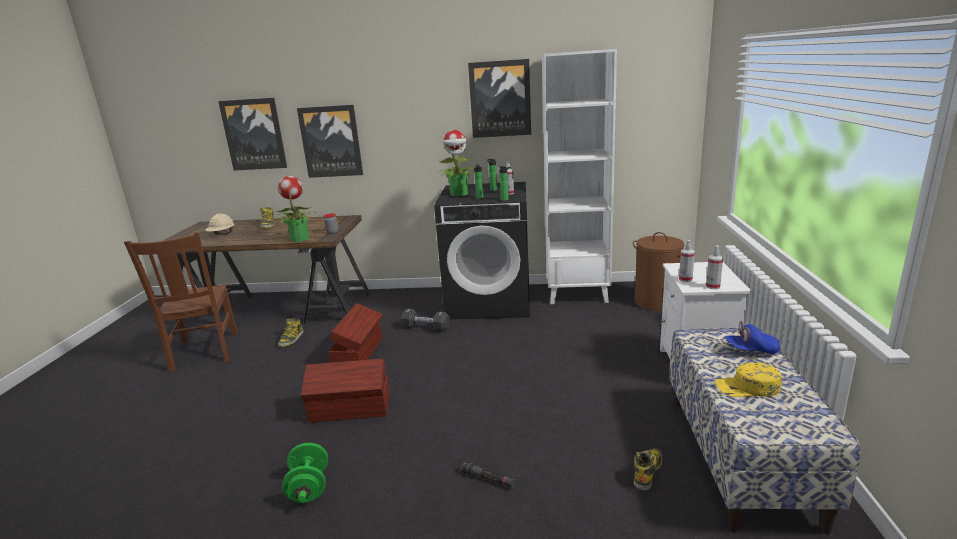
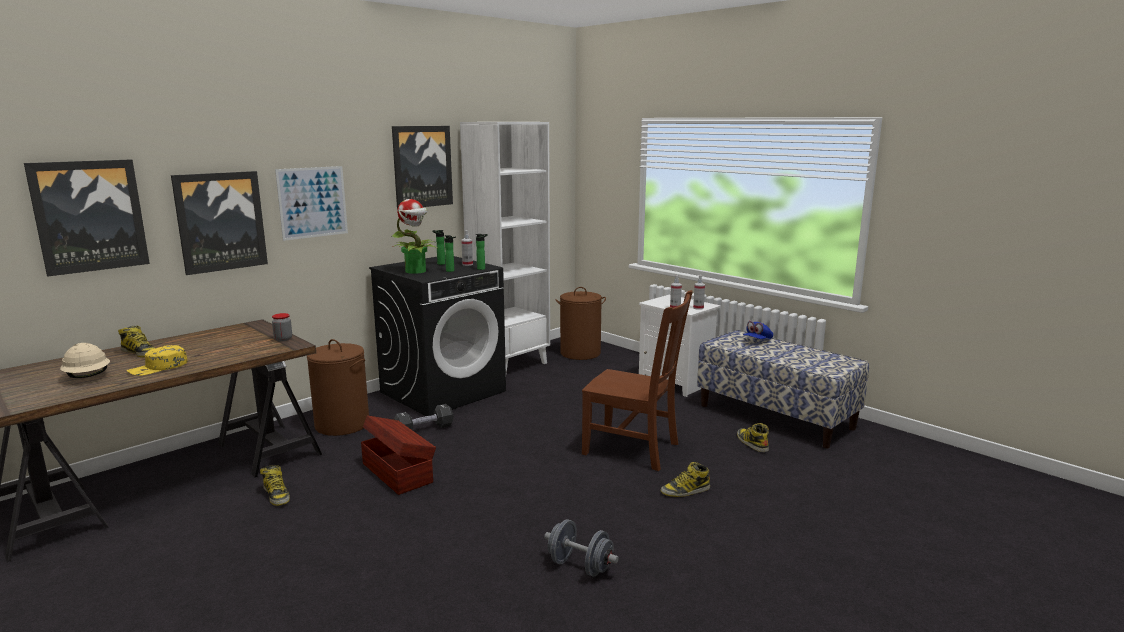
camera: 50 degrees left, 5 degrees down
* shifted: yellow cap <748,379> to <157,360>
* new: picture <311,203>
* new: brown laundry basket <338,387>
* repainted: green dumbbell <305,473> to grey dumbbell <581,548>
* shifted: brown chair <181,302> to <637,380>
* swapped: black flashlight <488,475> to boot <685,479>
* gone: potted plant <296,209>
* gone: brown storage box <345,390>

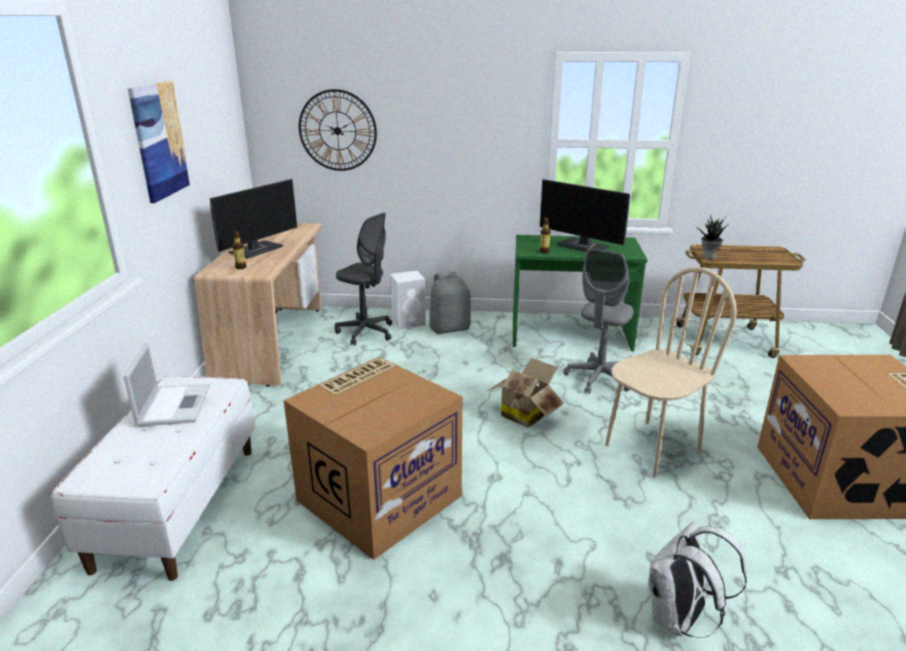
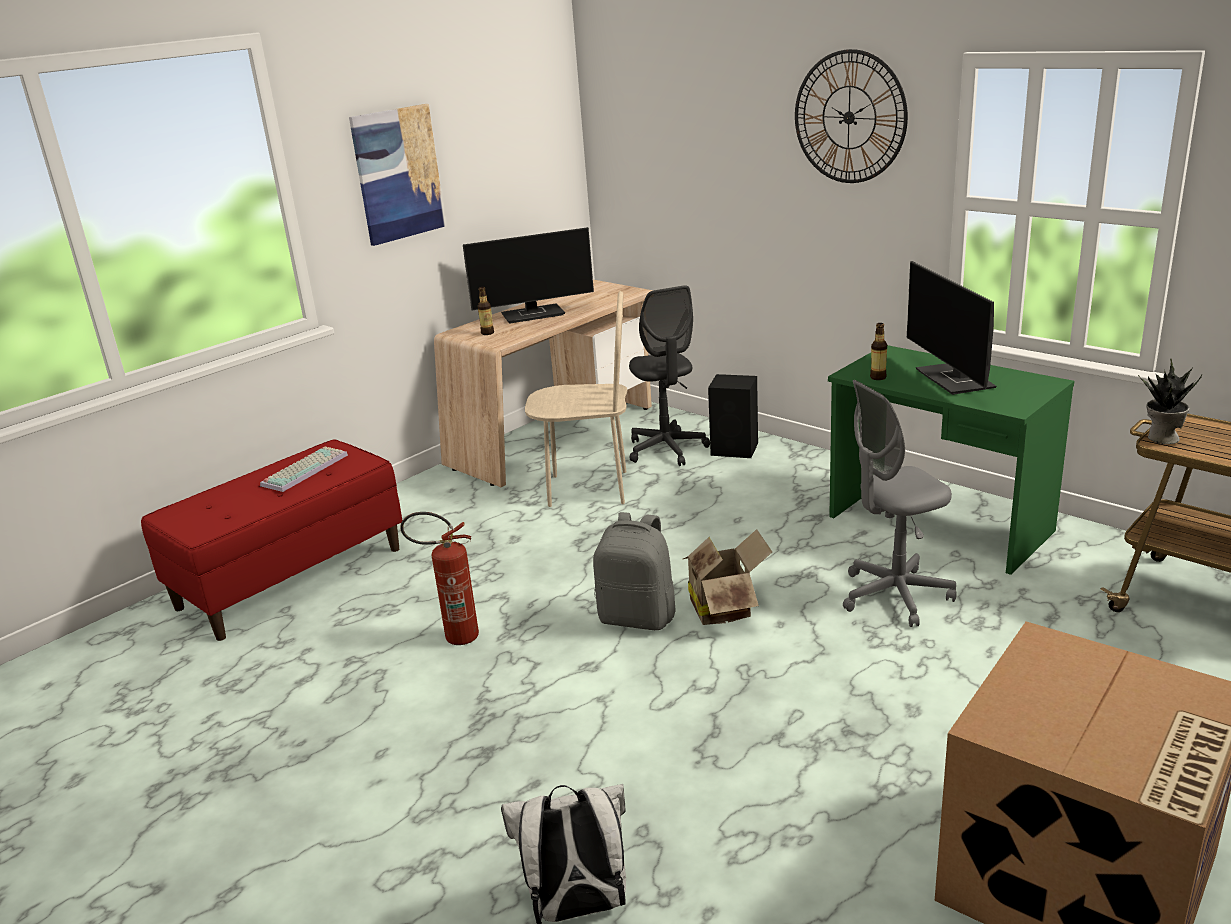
camera: 40 degrees right, 0 degrees up
* repainted: white bench <153,478> to red bench <272,540>
* swapped: laptop <167,384> to keyboard <304,469>
* swapped: cardboard box <373,458> to fire extinguisher <439,578>
* shifted: beige chair <671,371> to <576,399>
* shifted: grey backpack <450,303> to <634,571>
* repainted: white speaker <408,300> to black speaker <733,416>
* shifted: wall clock <338,130> to <851,116>

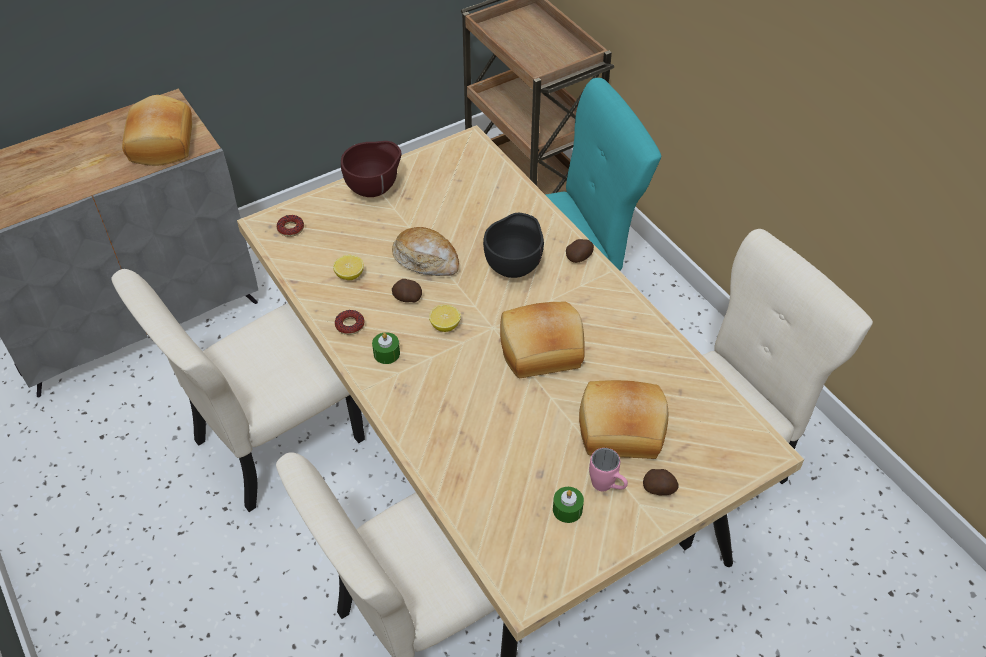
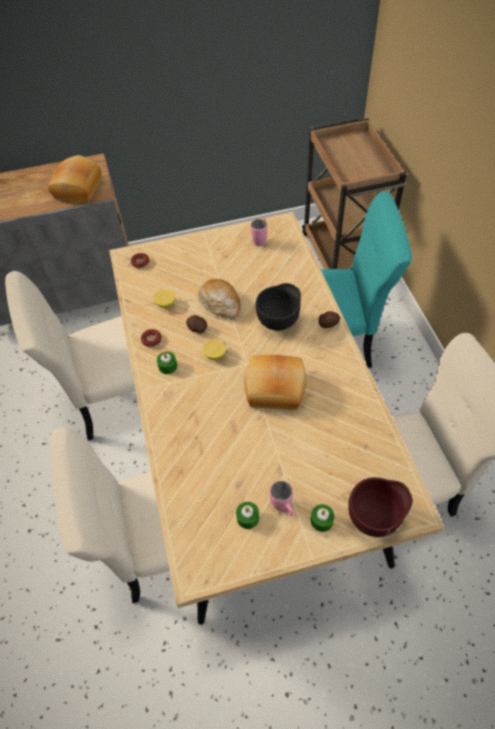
camera: 20 degrees right, 5 degrees up
* new: pink mug <259,232>
* swapped: potato <661,482> to green candle <322,518>
* shifted: brown bowl <371,169> to <380,507>
* gone: bread <623,419>

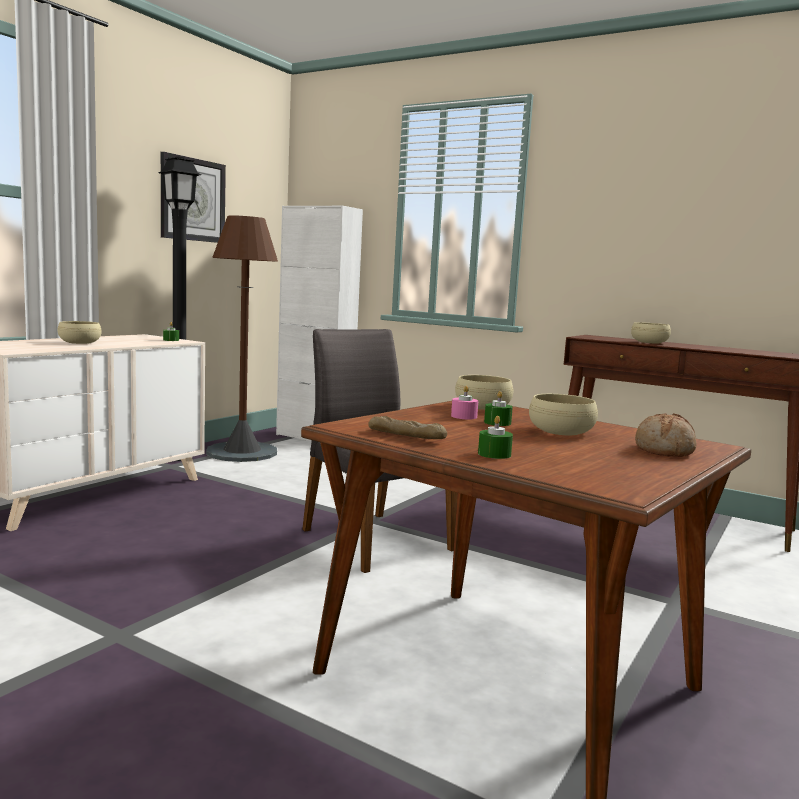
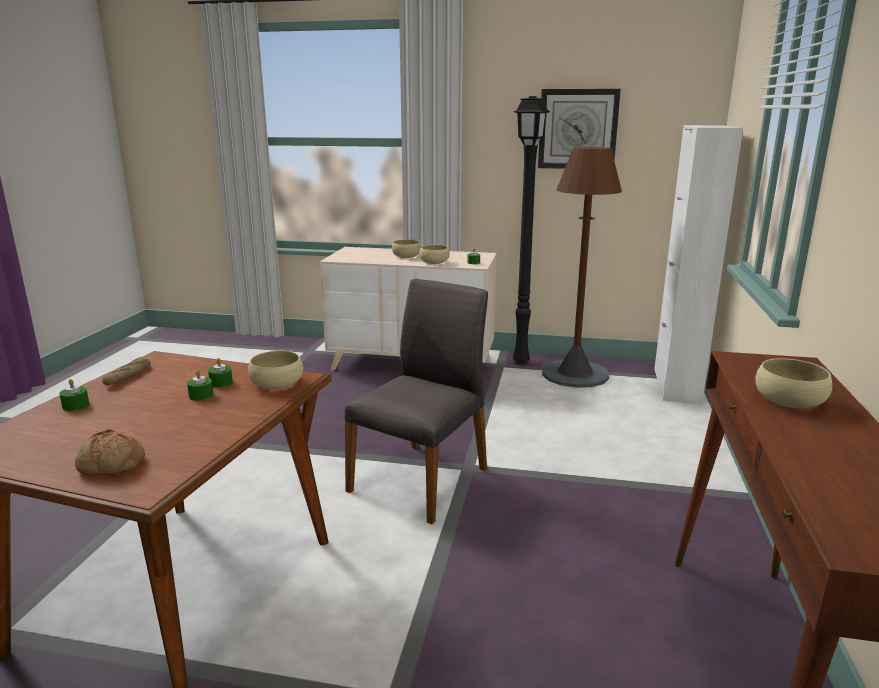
camera: 70 degrees right, 10 degrees up
* repainted: pink candle <464,402> to green candle <220,372>
* shifted: beige bowl <563,414> to <434,254>

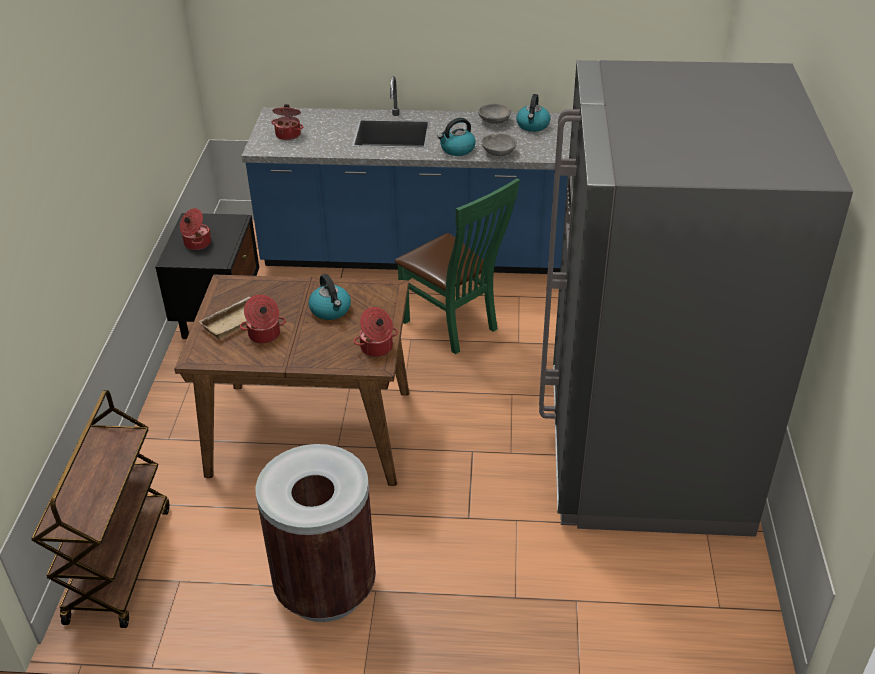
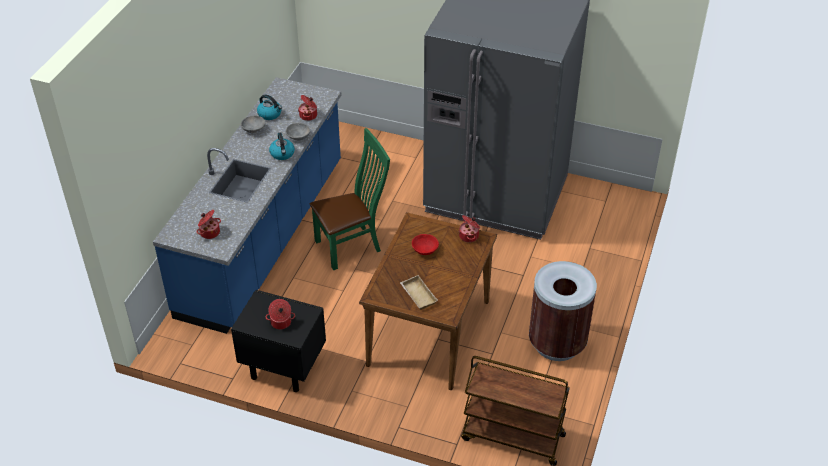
camera: 75 degrees left, 5 degrees up
* shifted: cooking pot <263,319> to <307,108>
* swapped: kettle <330,297> to red bowl <425,244>

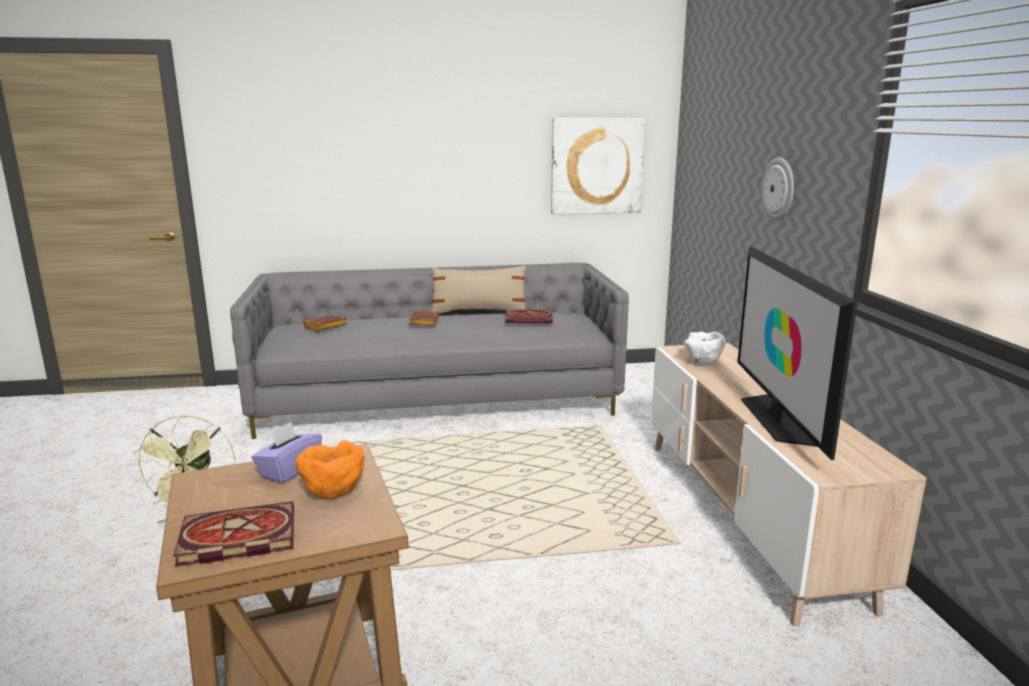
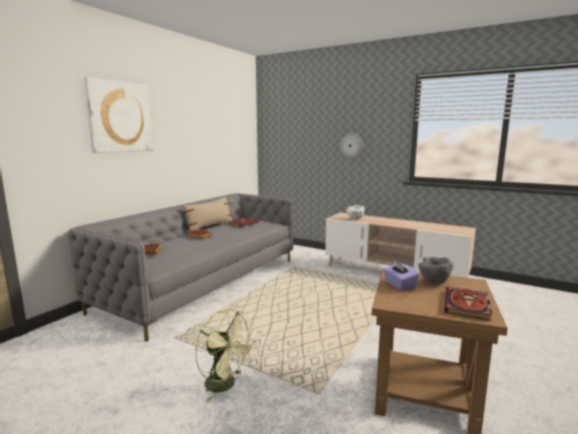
camera: 50 degrees left, 5 degrees down
* shifted: picture <598,166> to <118,115>
* repainted: orange bowl <330,469> to grey bowl <436,270>
* gone: television <797,353>

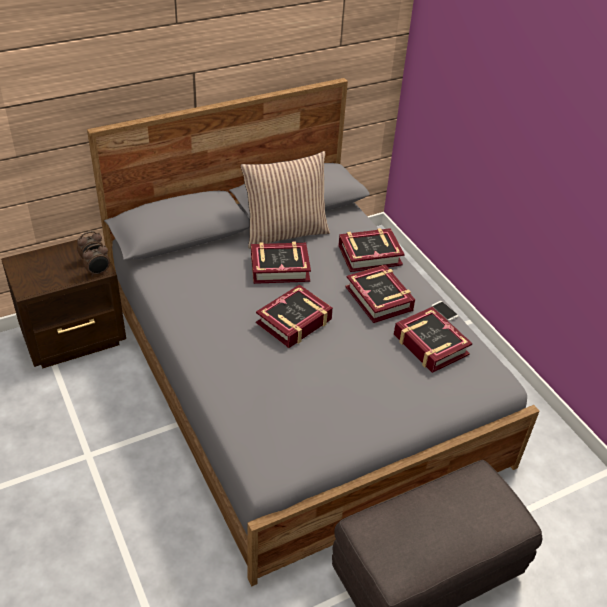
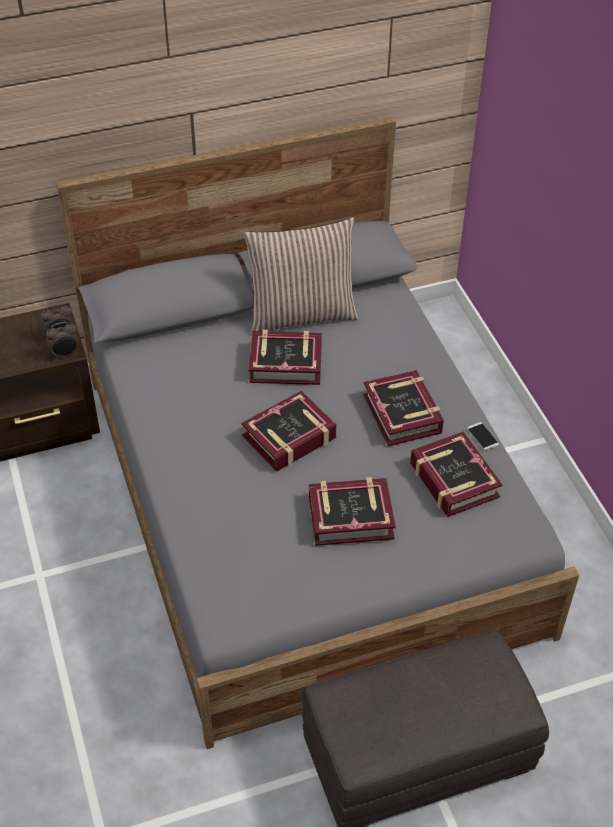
camera: 10 degrees right, 5 degrees up
* shifted: book <371,250> to <352,511>

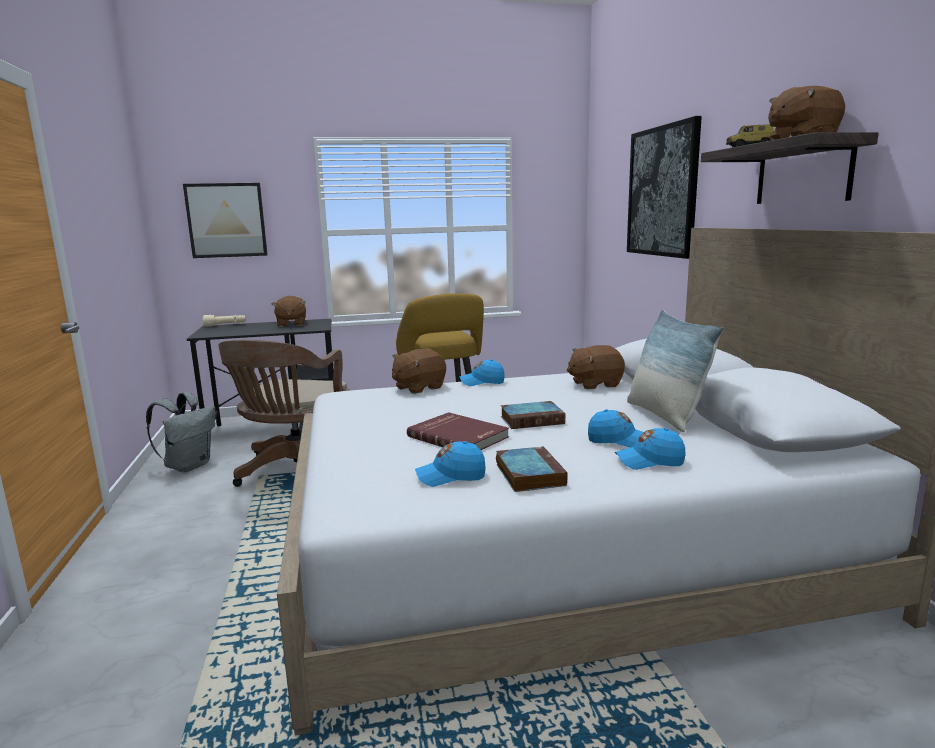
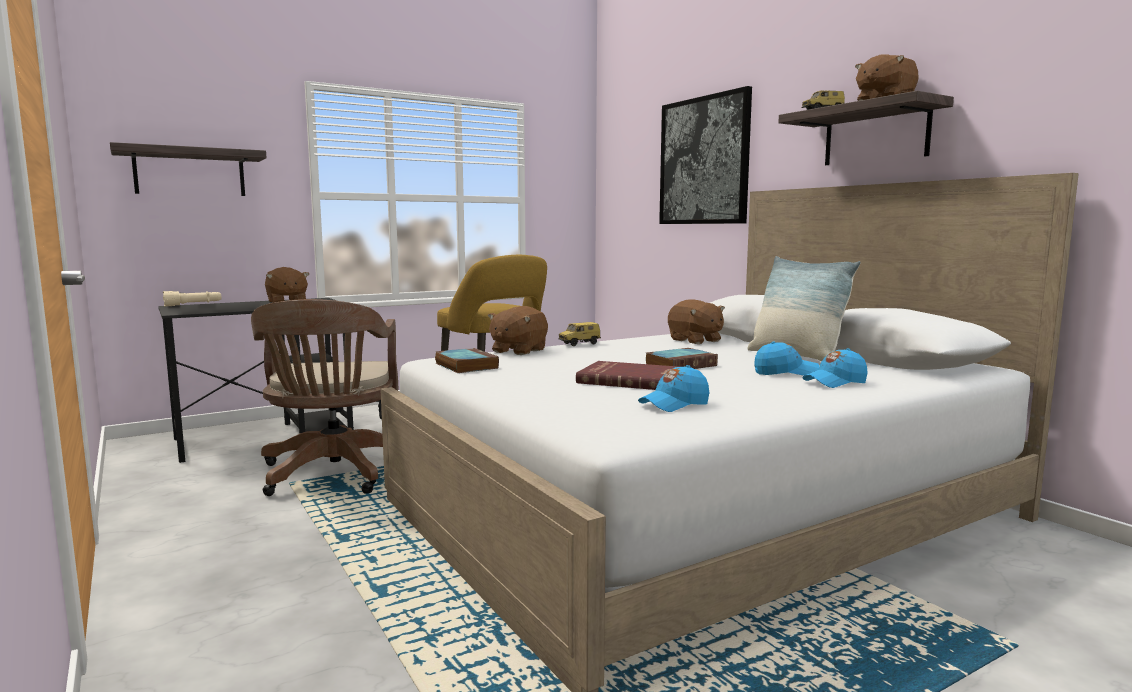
camera: 20 degrees left, 5 degrees down
* swapped: picture <225,220> to shelf <188,169>
* shifted: book <532,469> to <467,360>
* swapped: blue cap <481,372> to toy car <579,334>
* rotated: brown plush toy <596,367> = <696,321> 90 degrees counterclockwise
* gone: grey backpack <180,432>

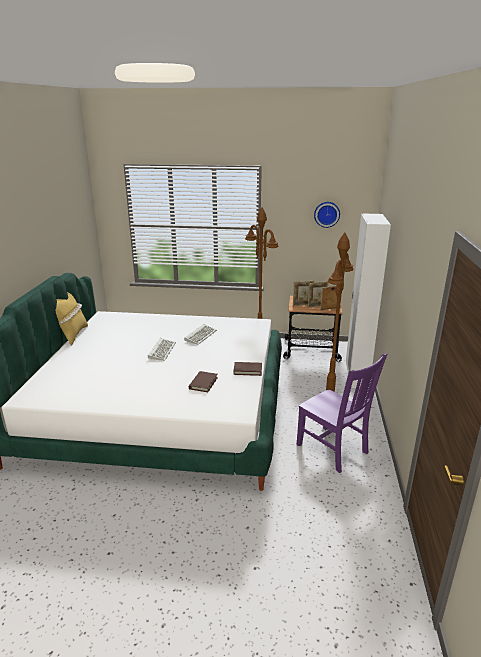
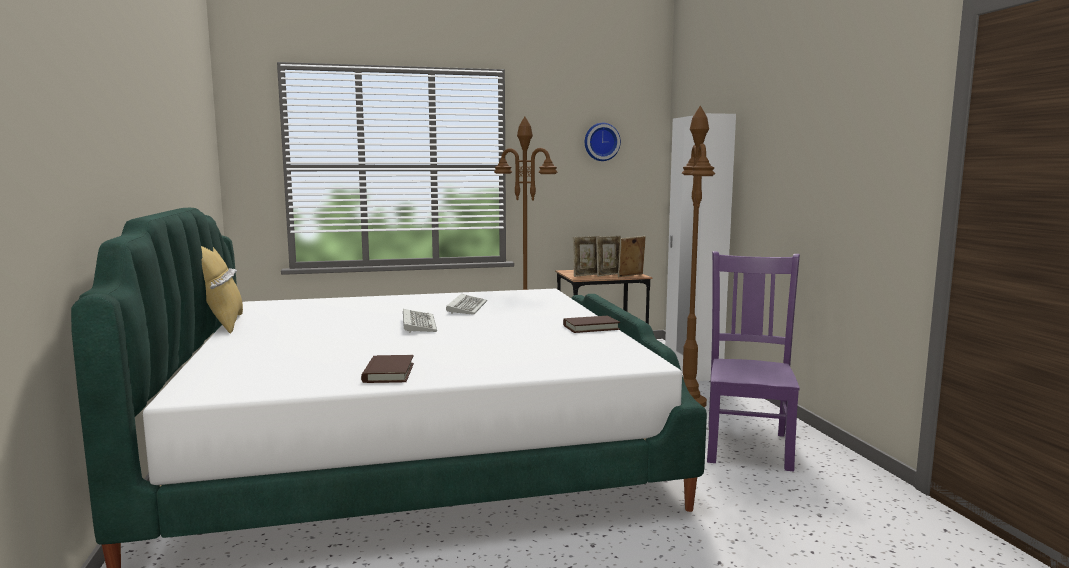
camera: 20 degrees left, 15 degrees down
* shifted: brown book <203,381> to <387,369>
* rotated: purple chair <341,413> = <753,361> 105 degrees counterclockwise

